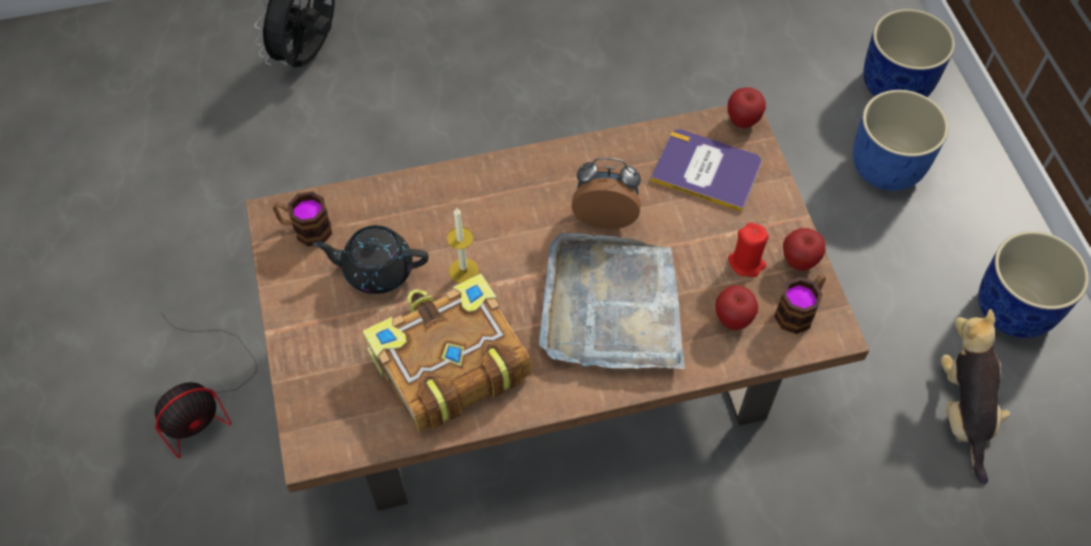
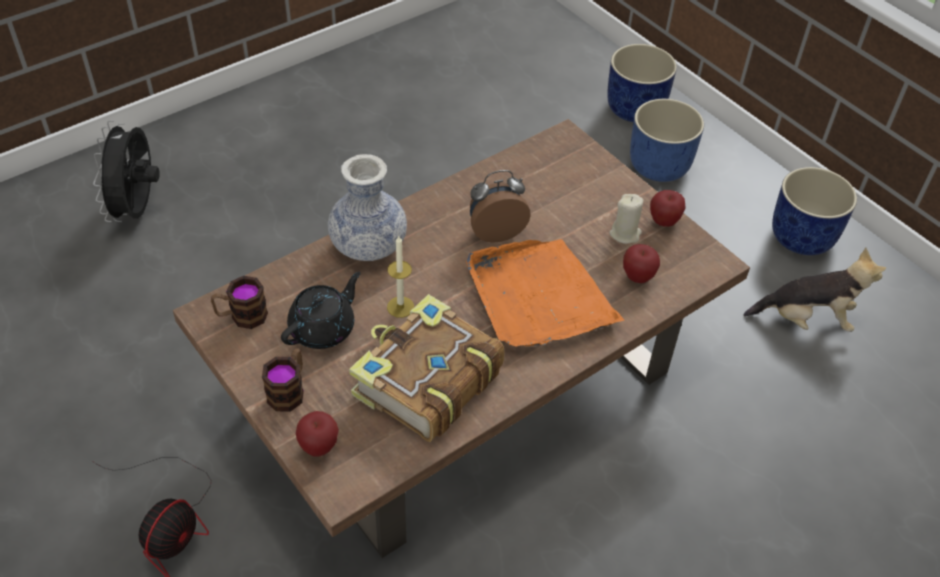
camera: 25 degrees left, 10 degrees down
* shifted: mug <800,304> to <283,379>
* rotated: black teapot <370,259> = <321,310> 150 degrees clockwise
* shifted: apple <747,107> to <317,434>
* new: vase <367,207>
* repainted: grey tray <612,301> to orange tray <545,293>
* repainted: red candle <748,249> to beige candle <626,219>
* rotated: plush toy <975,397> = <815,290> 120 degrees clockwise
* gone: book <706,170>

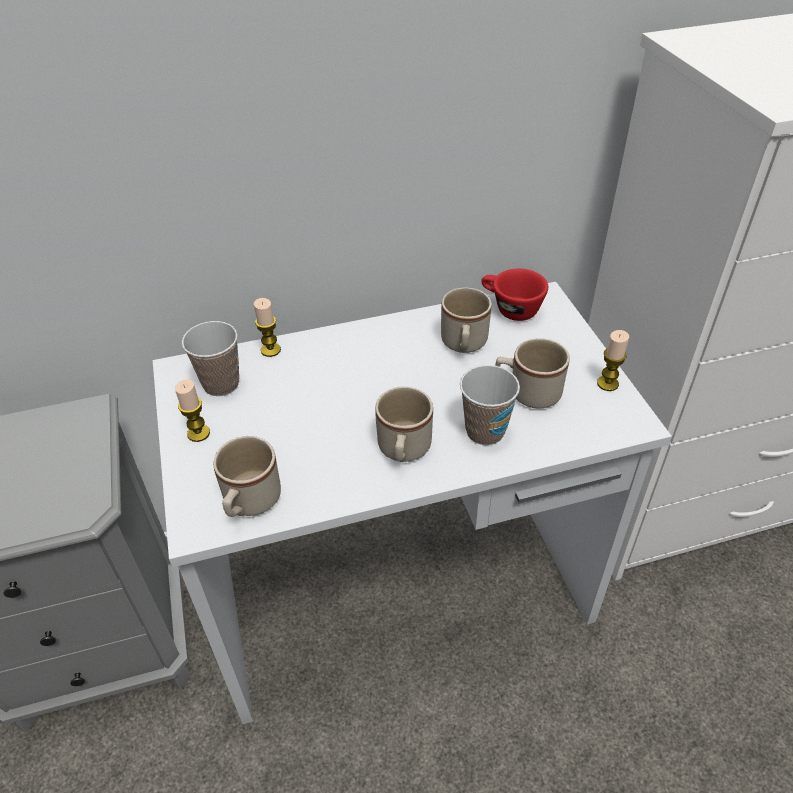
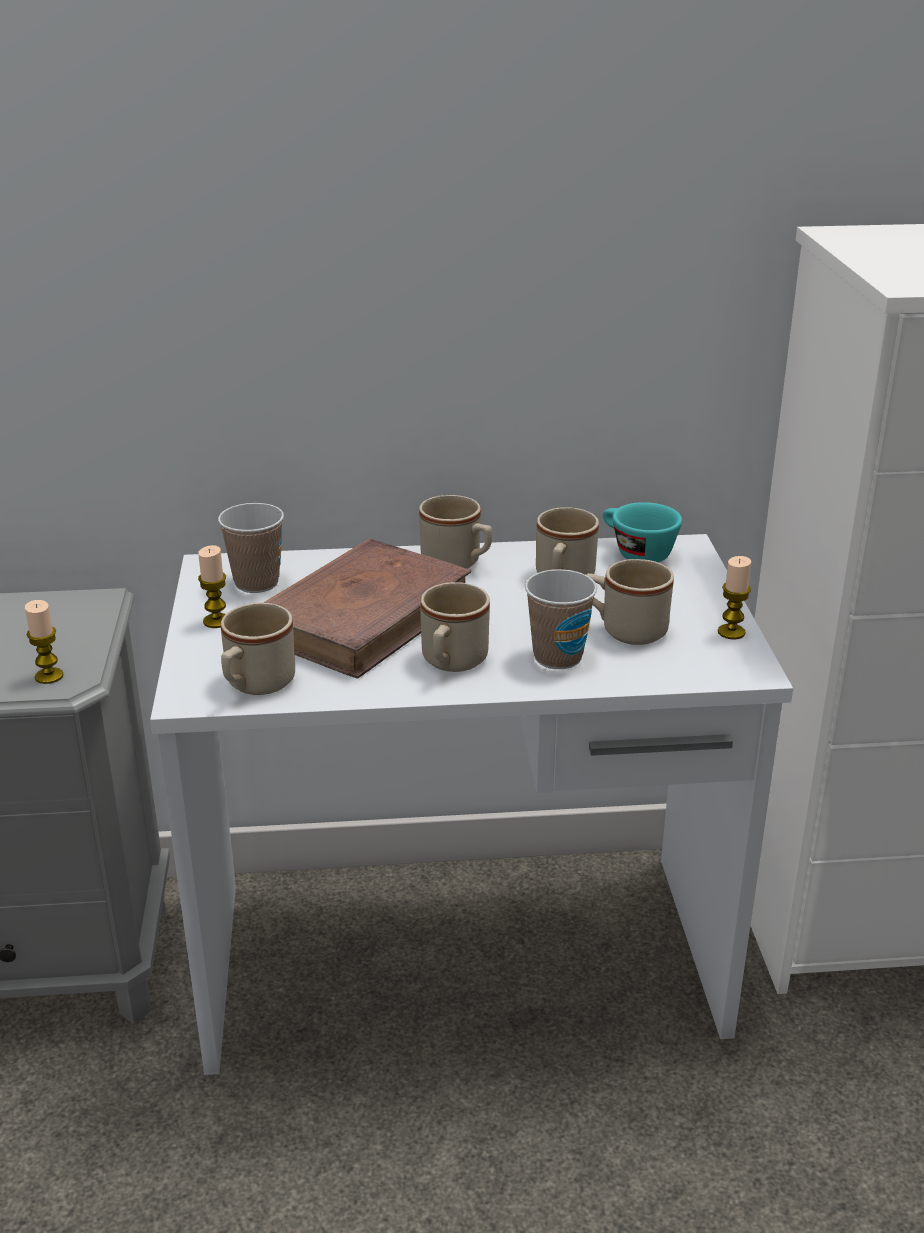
camera: 10 degrees right, 15 degrees down
* shifted: candle <267,327> to <44,642>
* new: brown book <367,608>
* new: beige mug <455,532>
* repainted: red cup <514,295> to turquoise cup <642,532>

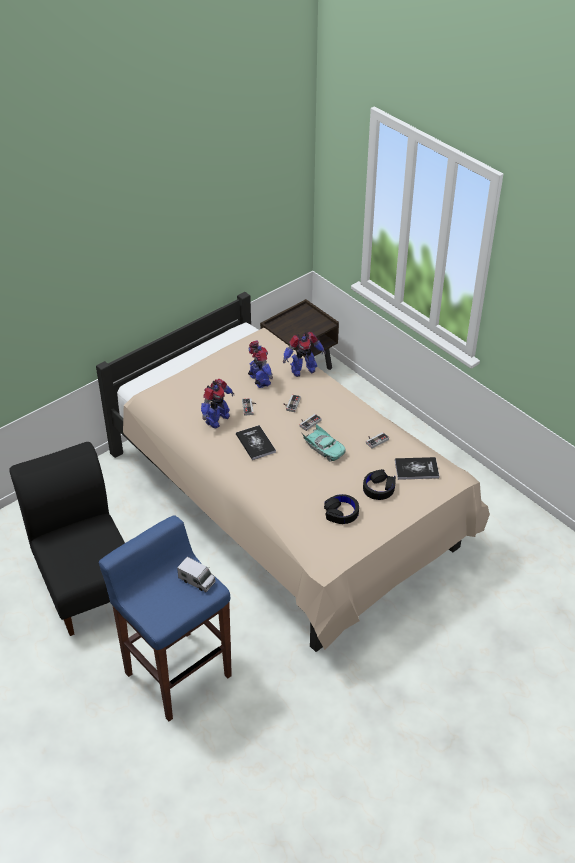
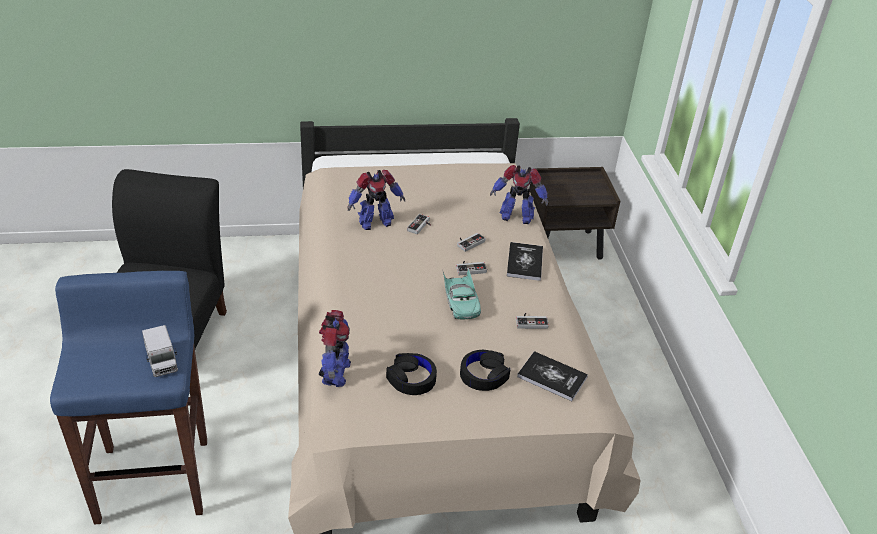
camera: 30 degrees right, 5 degrees down
* shifted: toy robot <260,364> to <335,348>
* shifted: book <256,442> to <525,261>

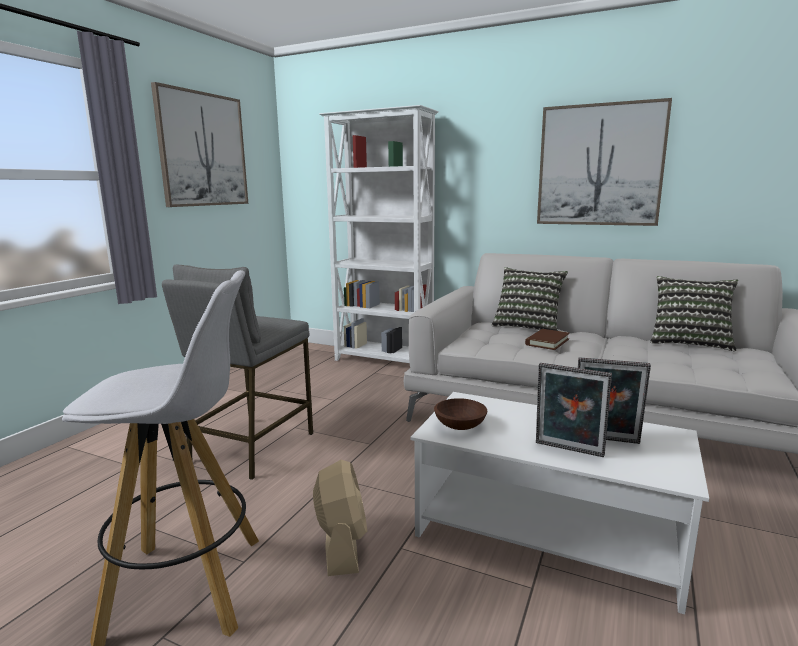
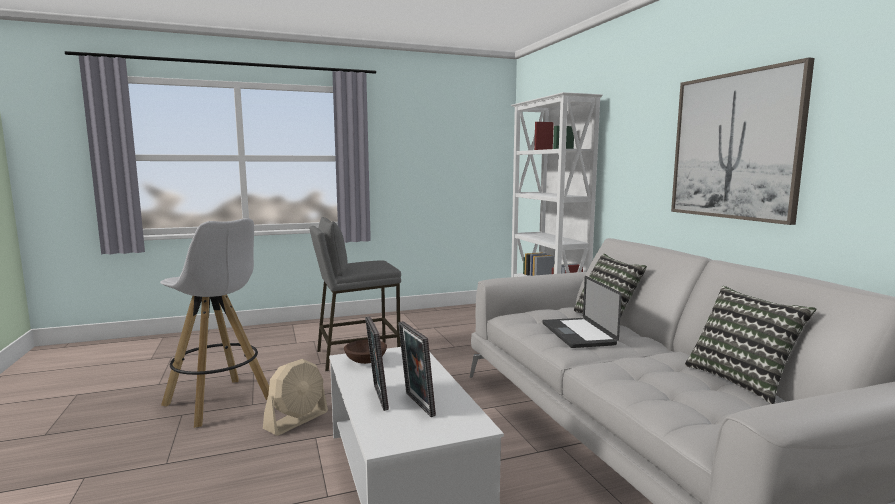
camera: 45 degrees right, 5 degrees down
* swapped: brown book <547,339> to laptop <582,312>
* gone: picture <199,144>

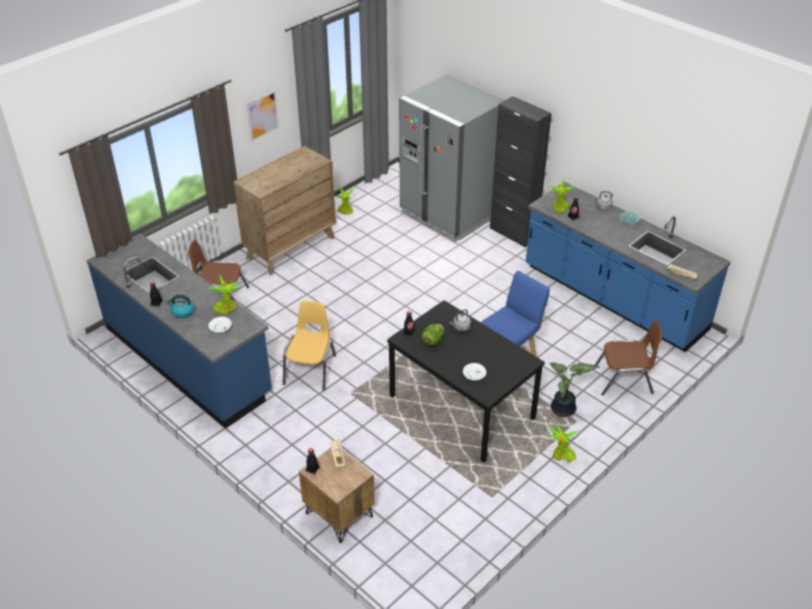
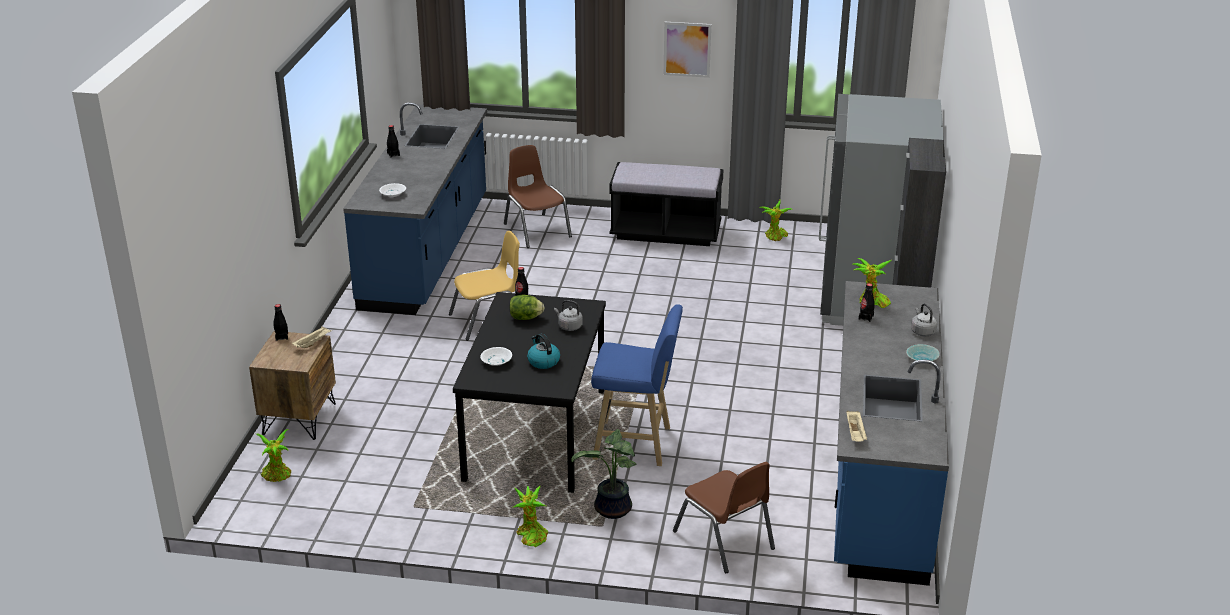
camera: 55 degrees right, 10 degrees down
* shifted: potted plant <225,295> to <273,455>
* shifted: kettle <180,306> to <543,351>
* swapped: brown dresser <284,210> to black bench <667,204>

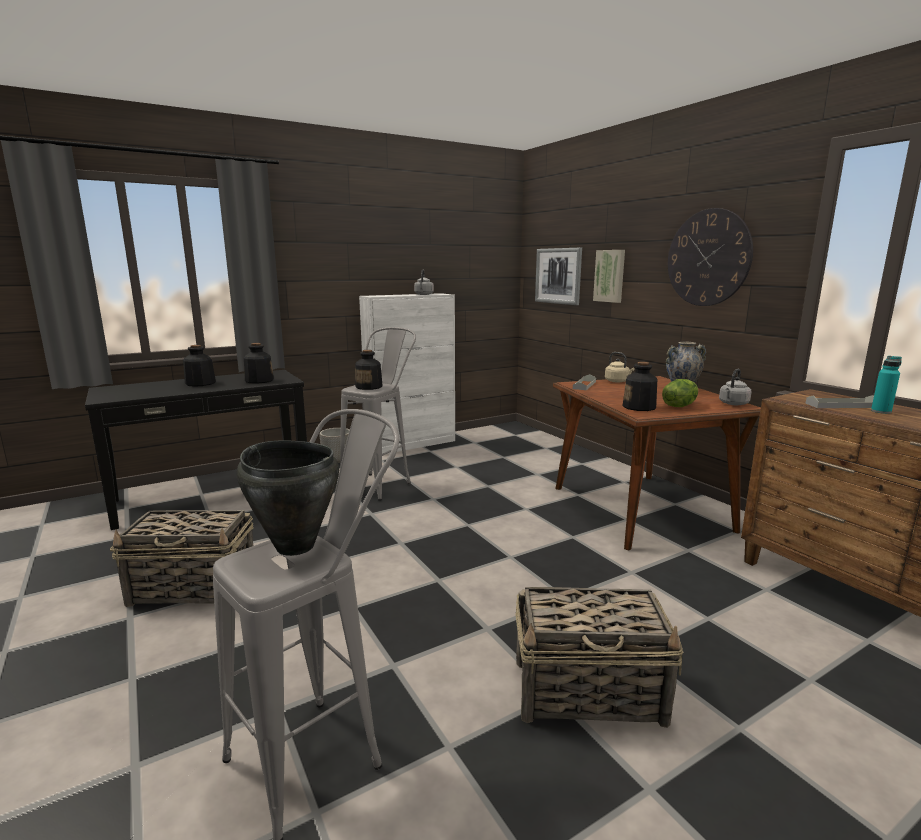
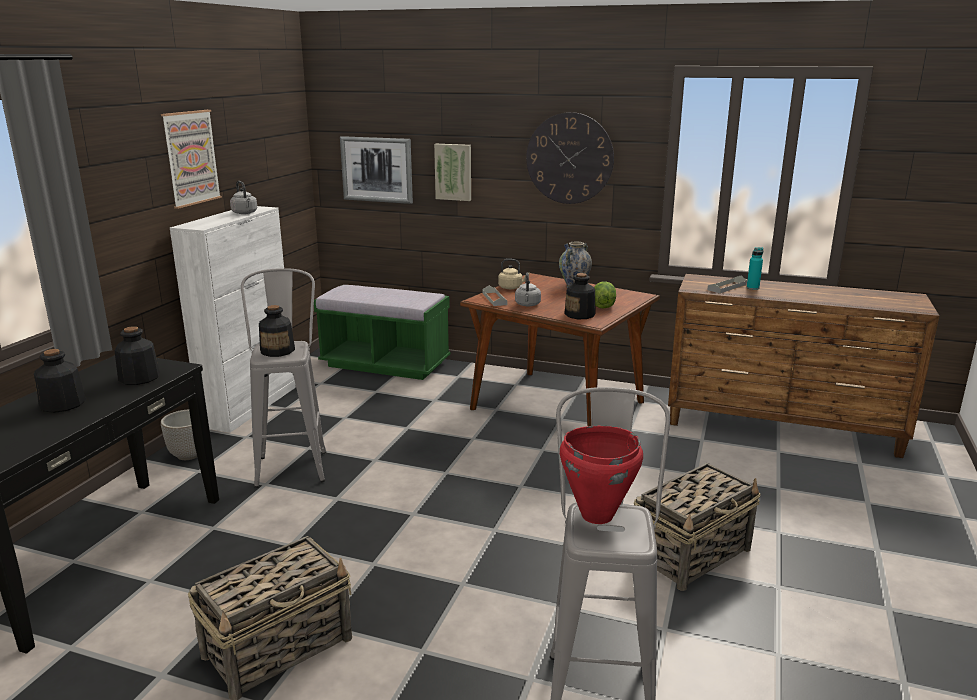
camera: 40 degrees left, 5 degrees up
* new: picture <191,159>
* new: green bench <382,332>
* shifted: grey kettle <735,386> to <528,289>
* repainted: black cooking pot <288,498> to red cooking pot <601,475>

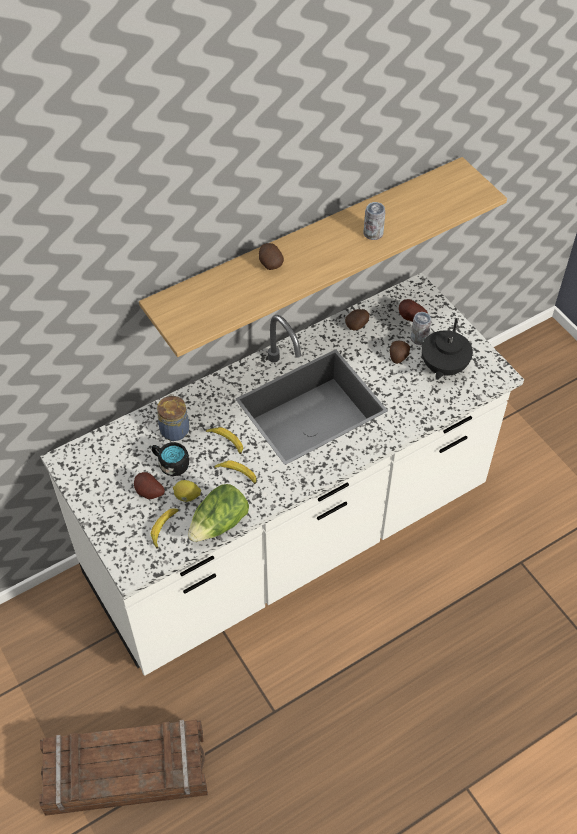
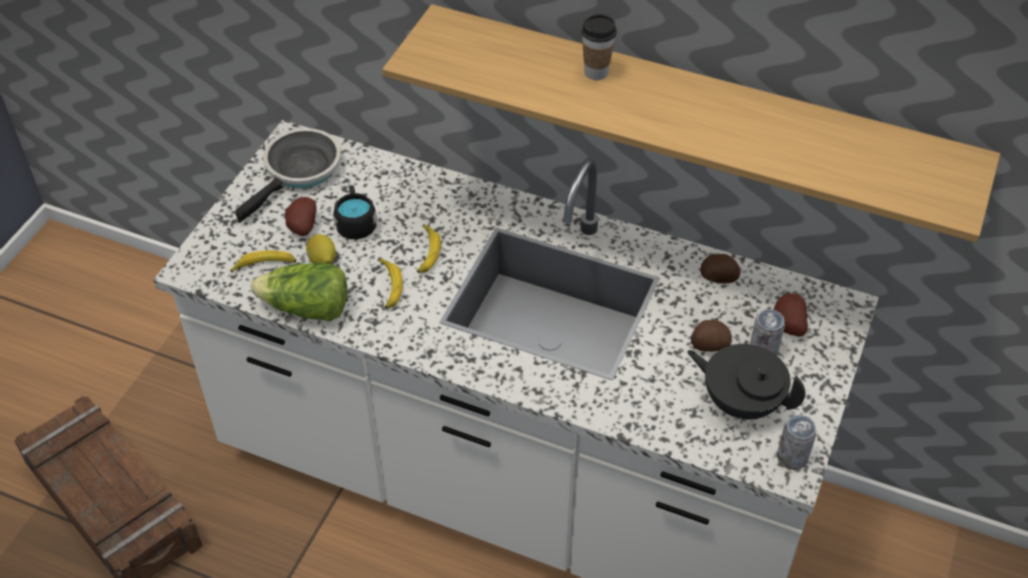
camera: 55 degrees right, 5 degrees down
* new: frying pan <288,175>
* swapped: potato <271,256> to cup <599,47>
* rotated: black teapot <447,349> = <746,381> 45 degrees clockwise
* shifted: can <374,221> to <796,442>
* gone: jar <173,417>

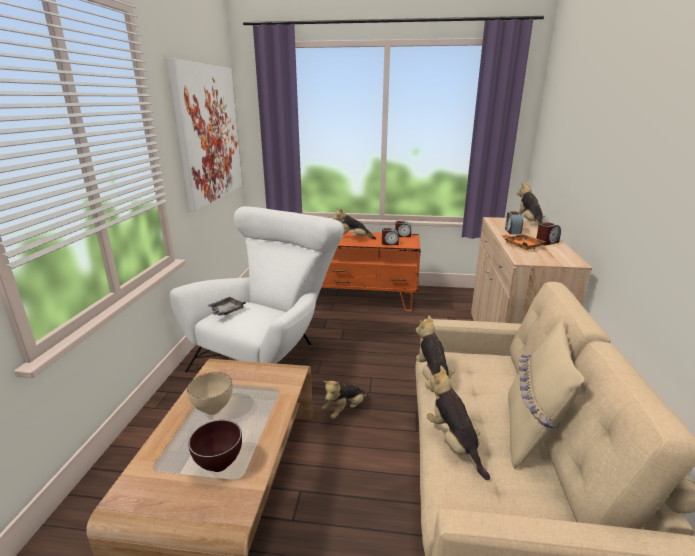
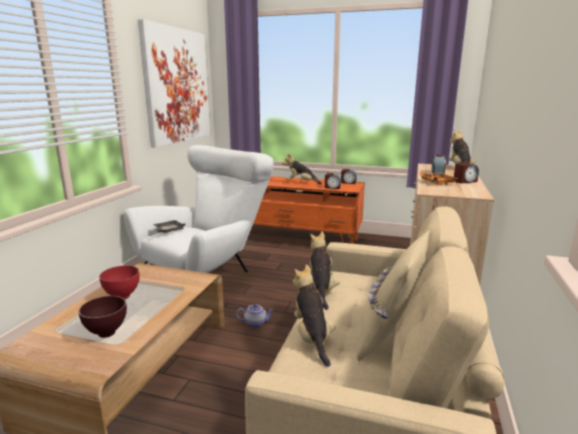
camera: 10 degrees right, 5 degrees down
* repainted: beige bowl <210,393> to red bowl <119,282>
* swapped: plush toy <345,400> to teapot <255,316>

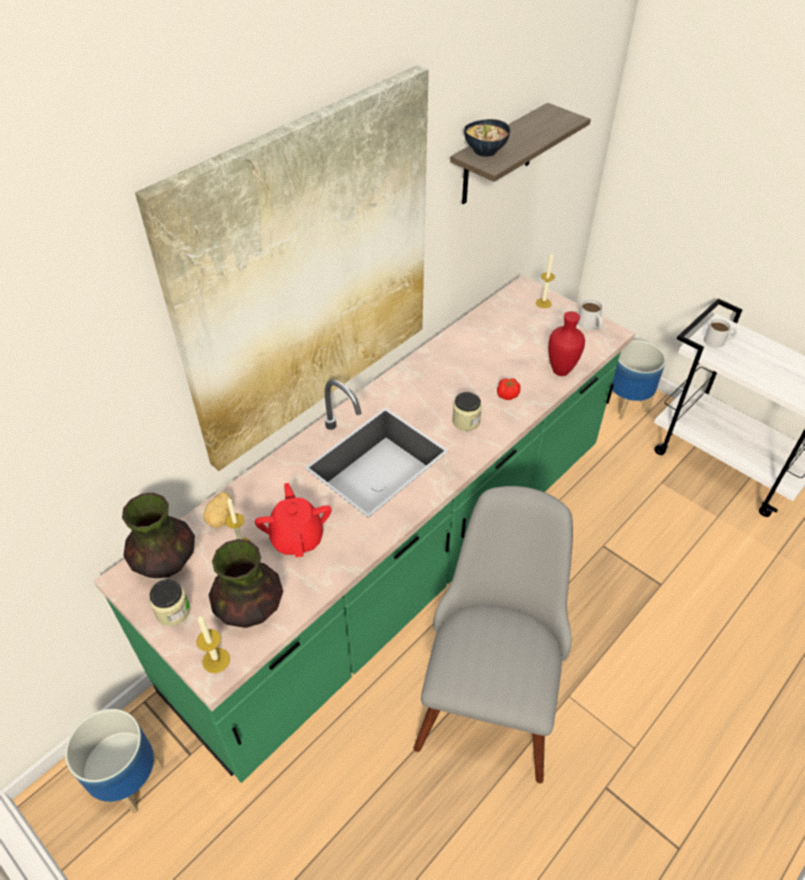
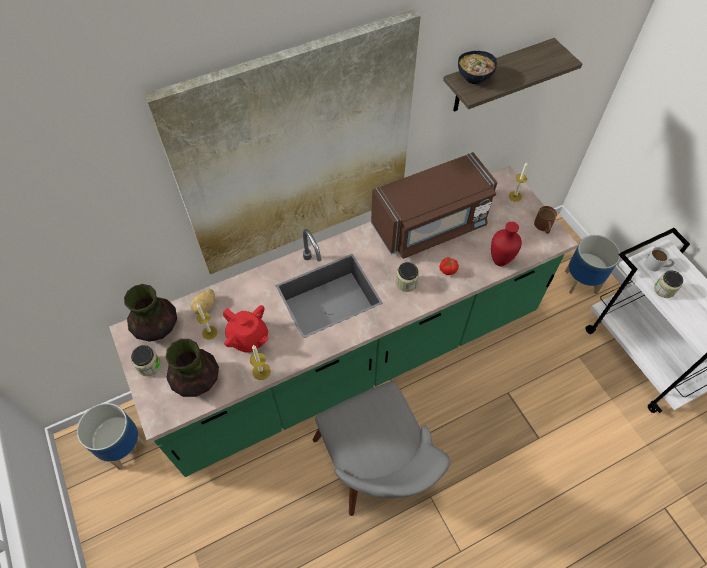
camera: 20 degrees right, 10 degrees up
* rotated: red teapot <293,520> = <246,329> 120 degrees clockwise
* shifted: candle <213,644> to <260,362>
* rotated: grey chair <493,634> = <382,449> 120 degrees clockwise
* new: brown microwave <434,205>
* repainted: white mug <590,314> to brown mug <545,220>
* new: jar <668,284>

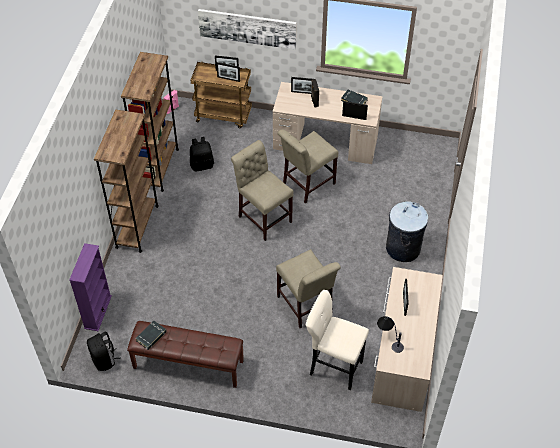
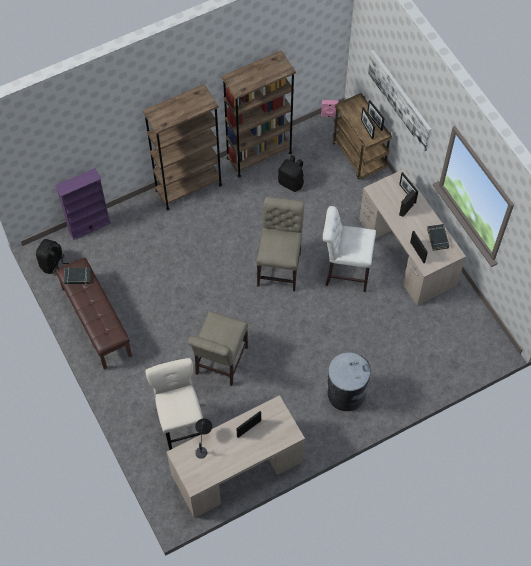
camera: 50 degrees right, 10 degrees up
* swapped: beige chair <308,166> to white stool <349,249>

